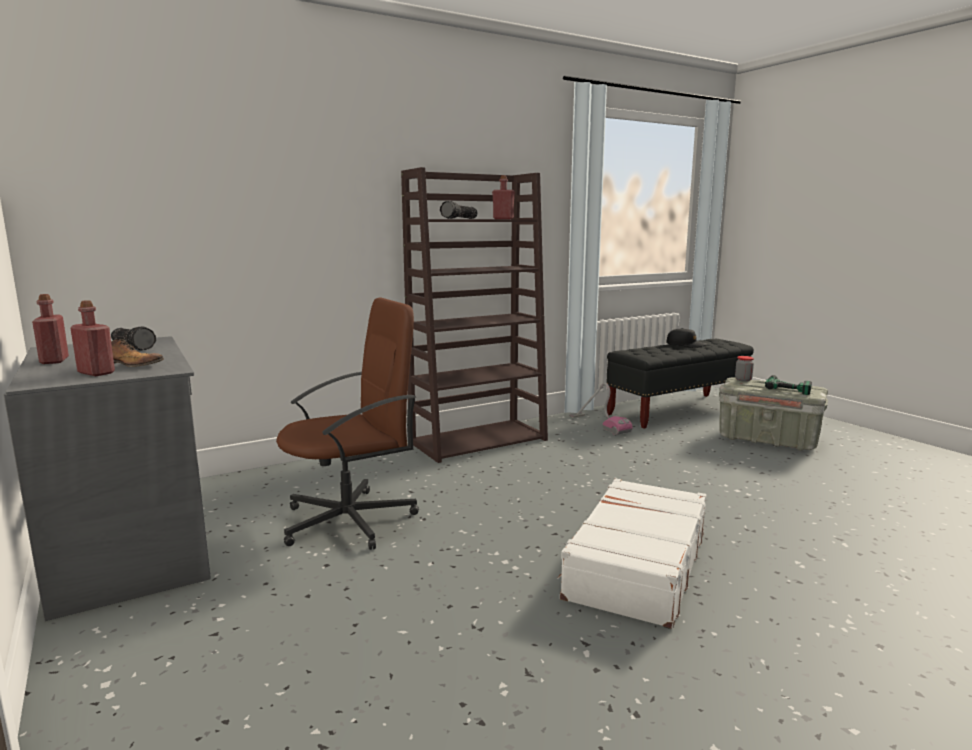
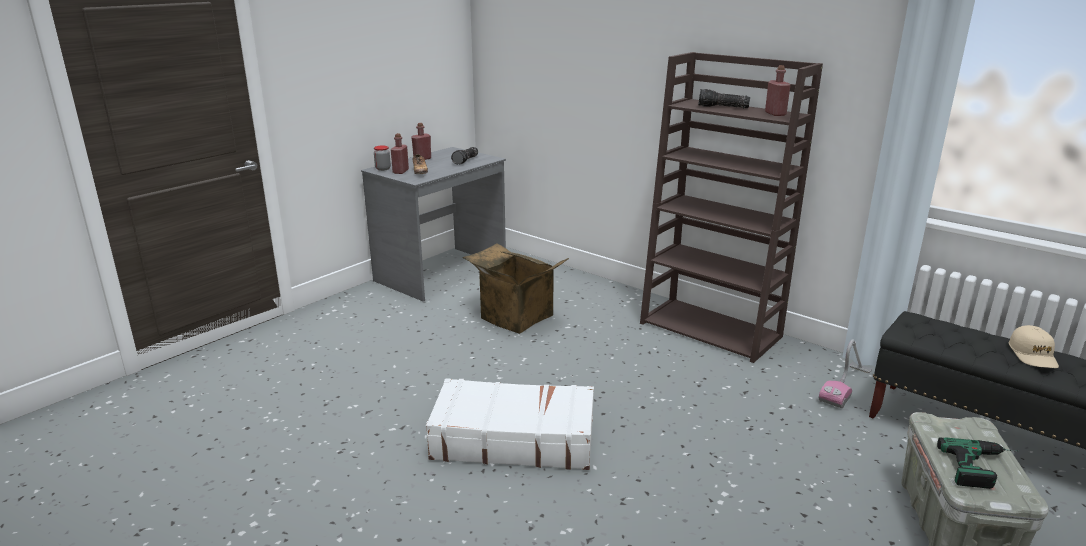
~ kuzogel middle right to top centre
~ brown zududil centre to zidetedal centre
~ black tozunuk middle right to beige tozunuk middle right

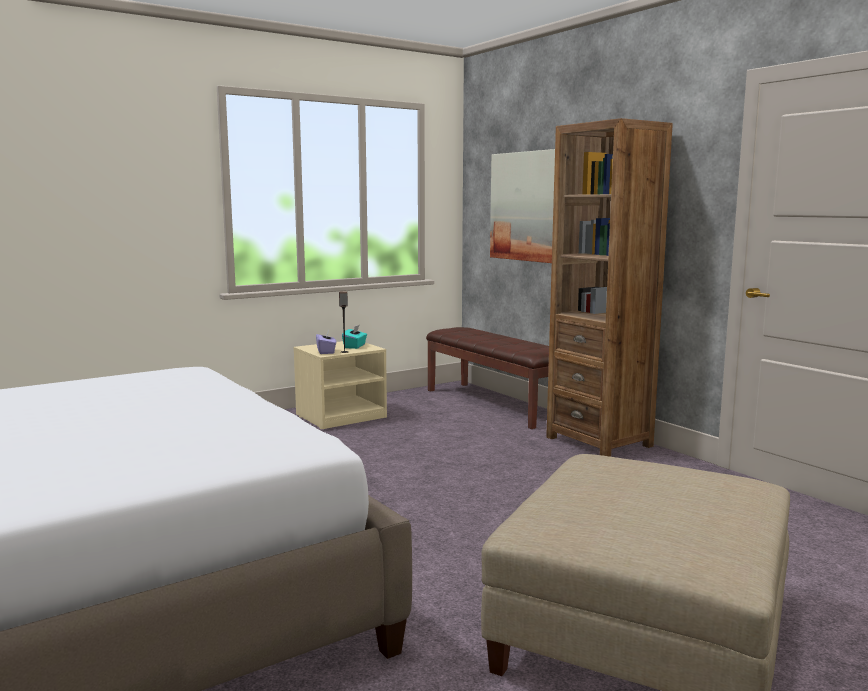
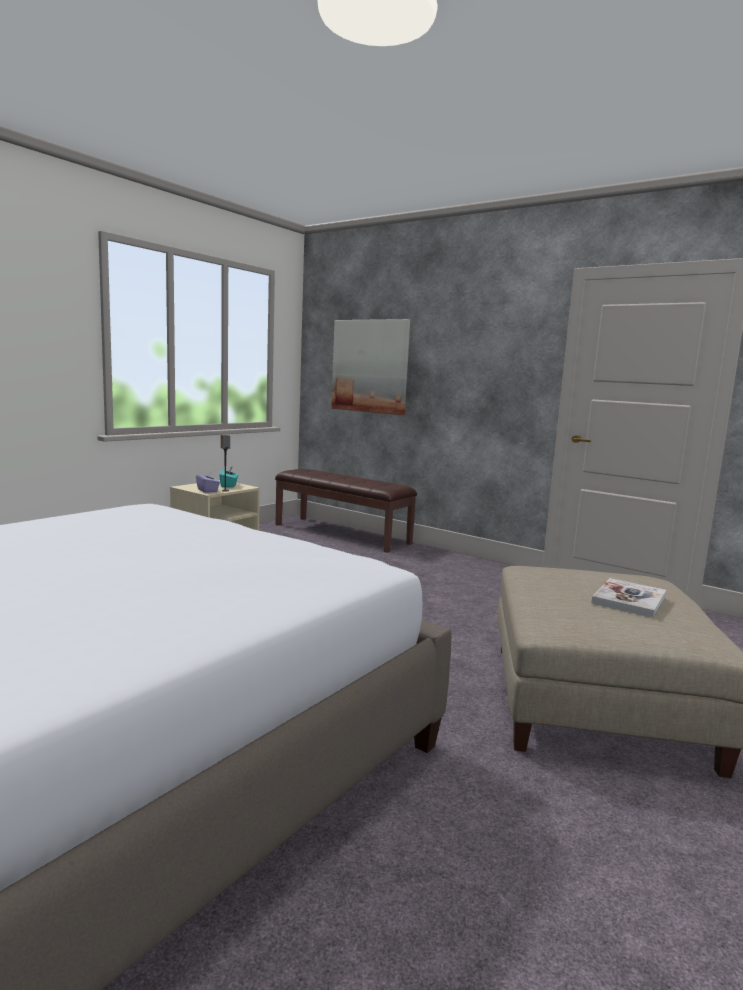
- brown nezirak middle right
+ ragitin middle right

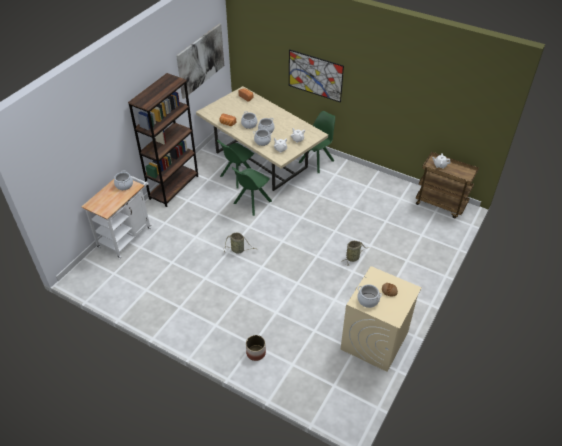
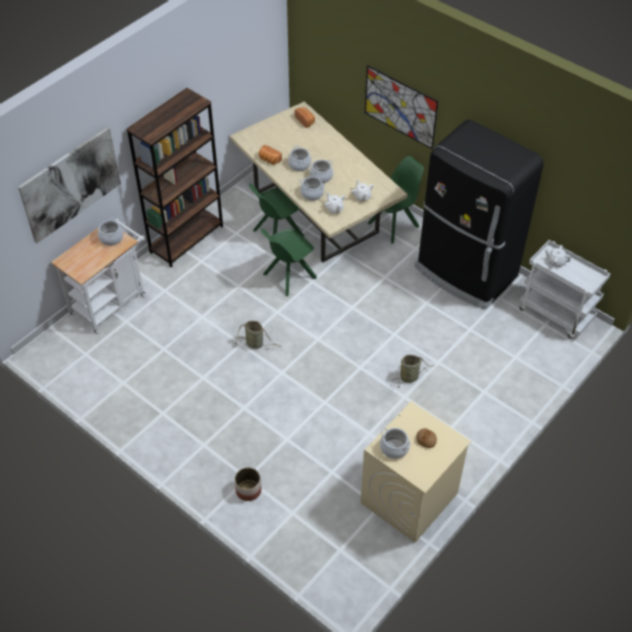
+ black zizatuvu middle right
~ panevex (1st from left) top centre to top left
~ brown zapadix middle right to white zapadix (2nd from left) middle right

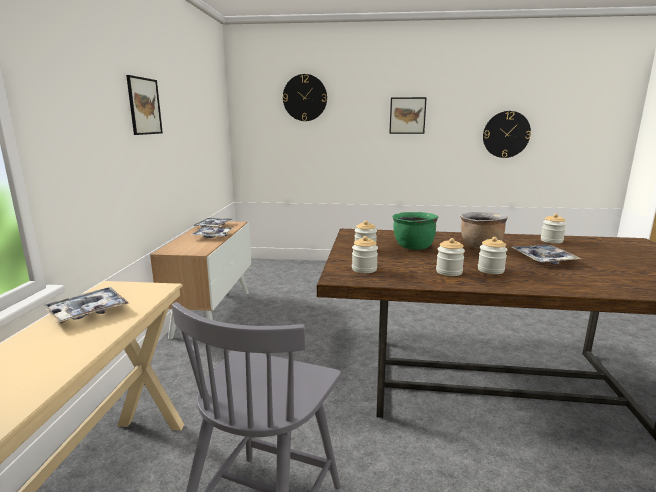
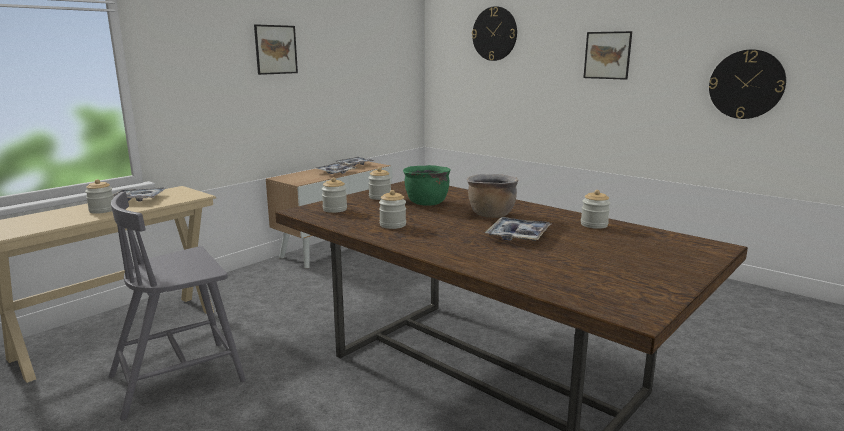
~ kuzogel (4th from left in the first image) middle right to kuzogel (1st from left) middle left

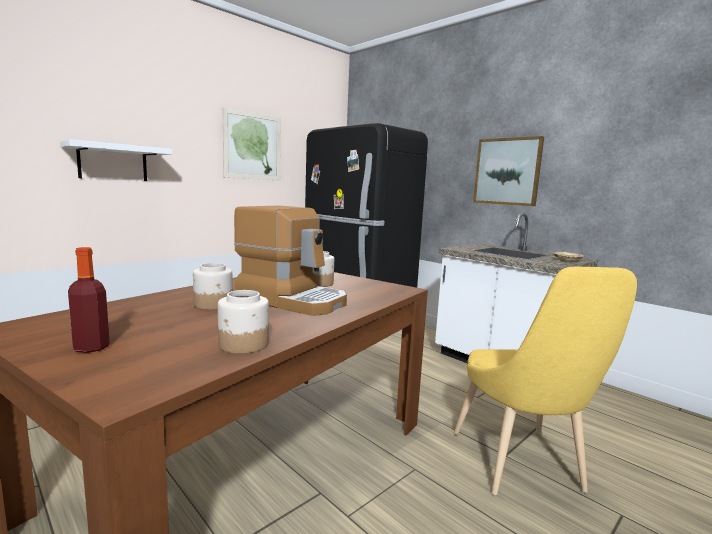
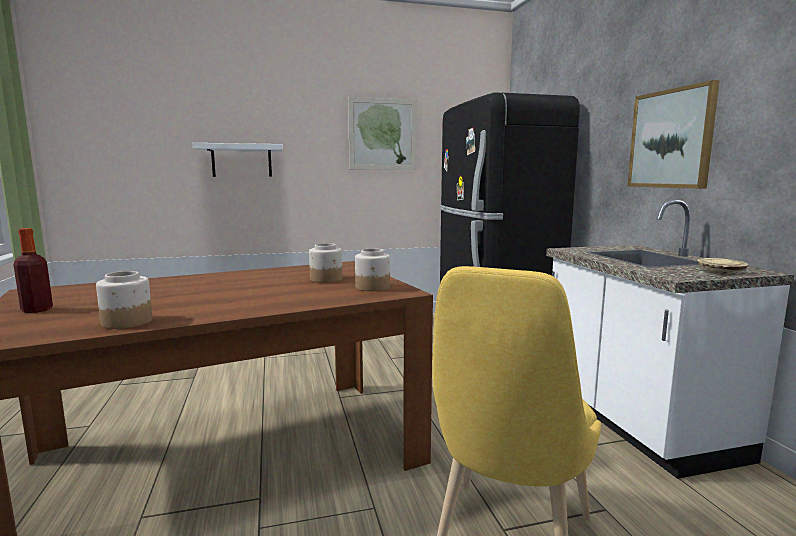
- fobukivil centre
~ kuzogel (1st from left in the first image) middle left to kuzogel (3rd from left) centre

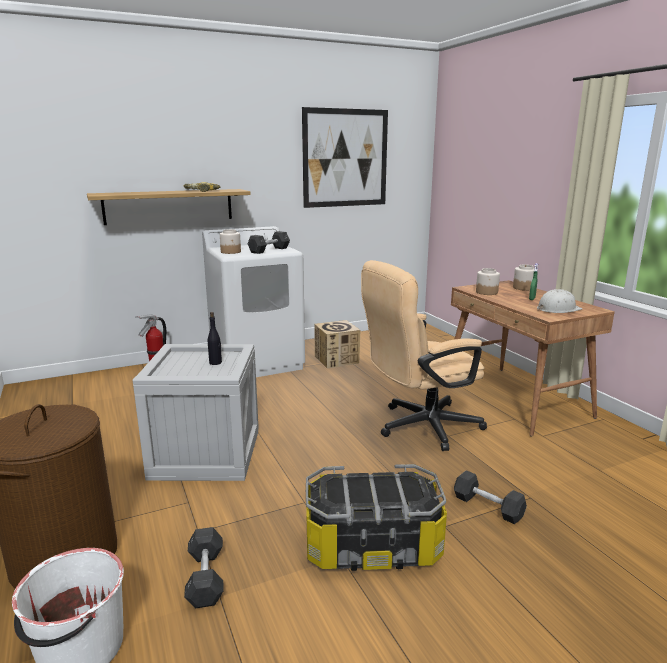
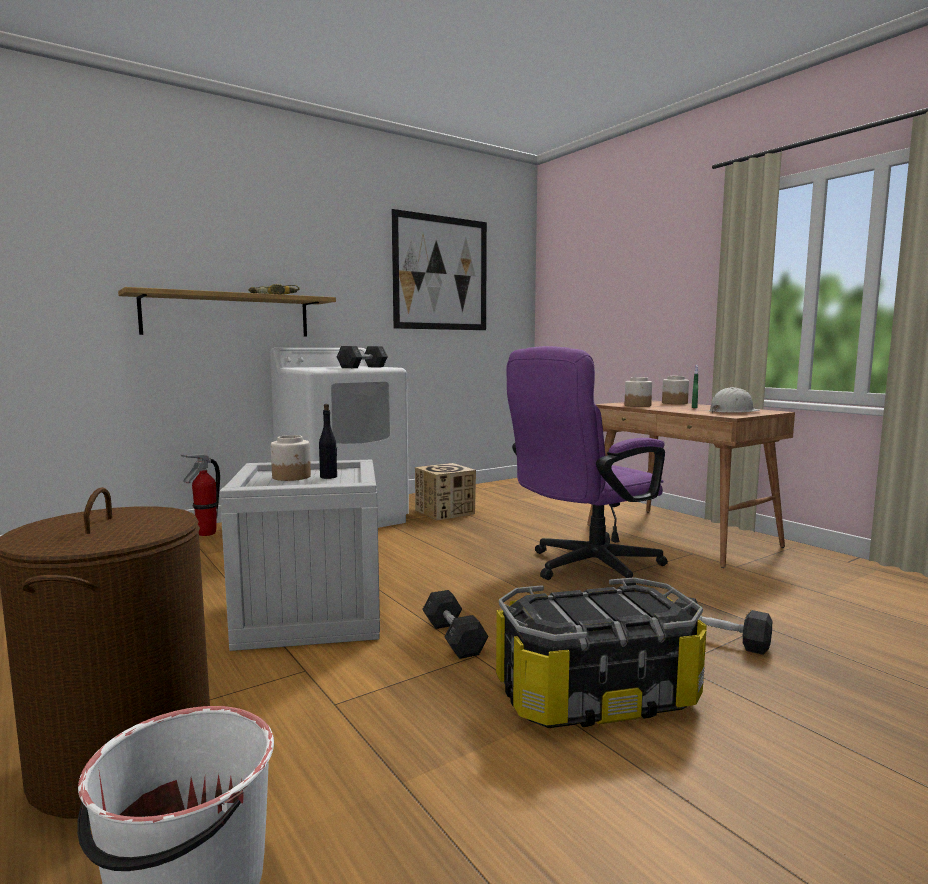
~ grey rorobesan (1st from left in the first image) bottom left to grey rorobesan (2nd from left) bottom centre
~ kuzogel (1st from left) centre to middle left
~ beige zududil centre to purple zududil centre

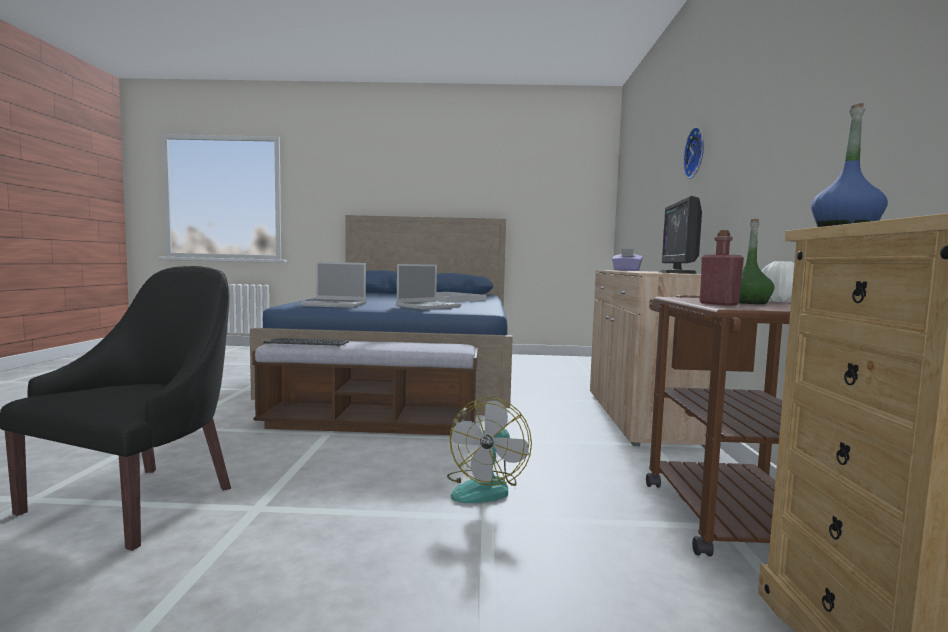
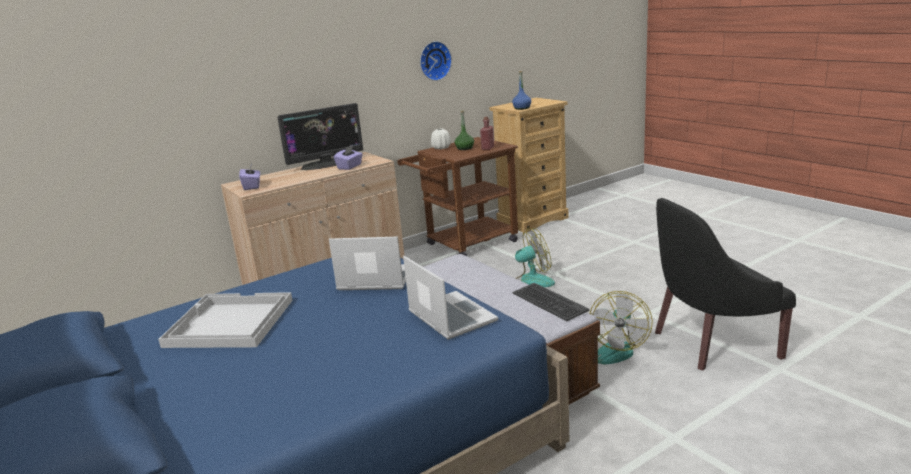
+ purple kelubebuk (2nd from left) top centre
+ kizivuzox (2nd from left) bottom right
~ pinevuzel top right to top centre

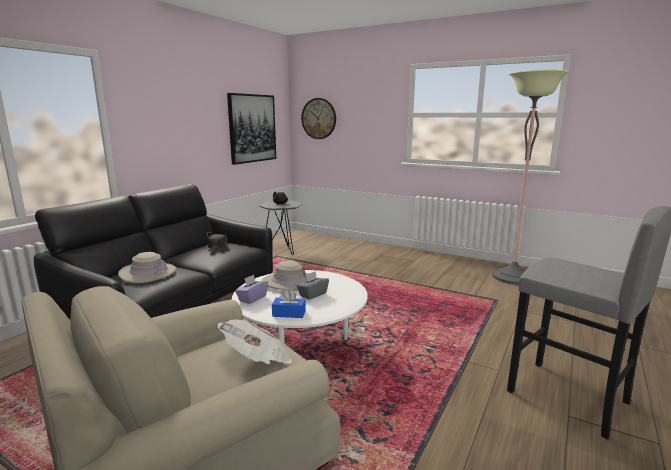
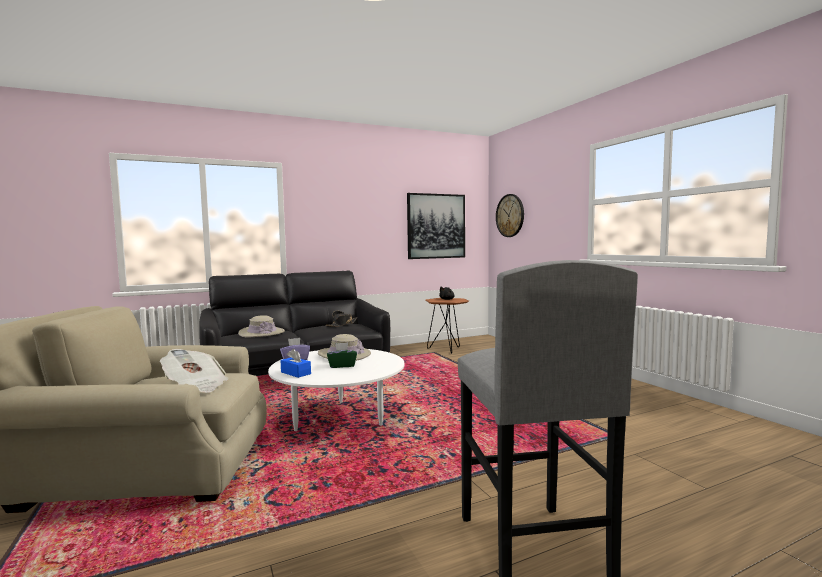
- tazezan middle right
~ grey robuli centre to brown robuli centre
~ grey kelubebuk centre to green kelubebuk centre

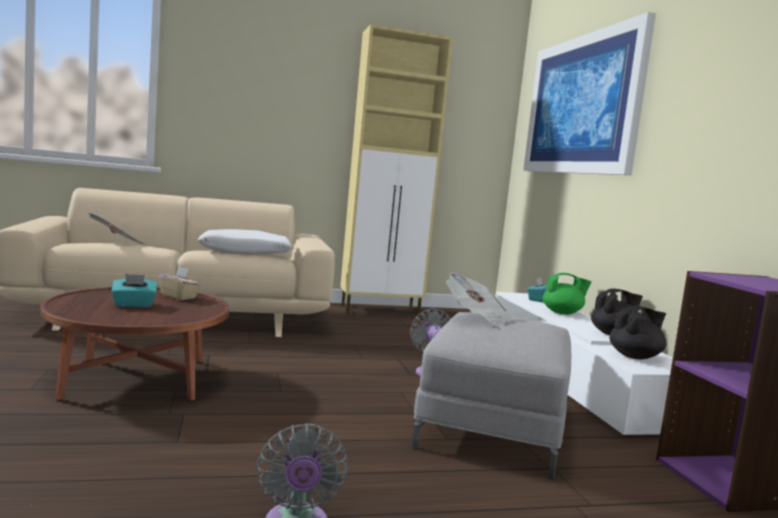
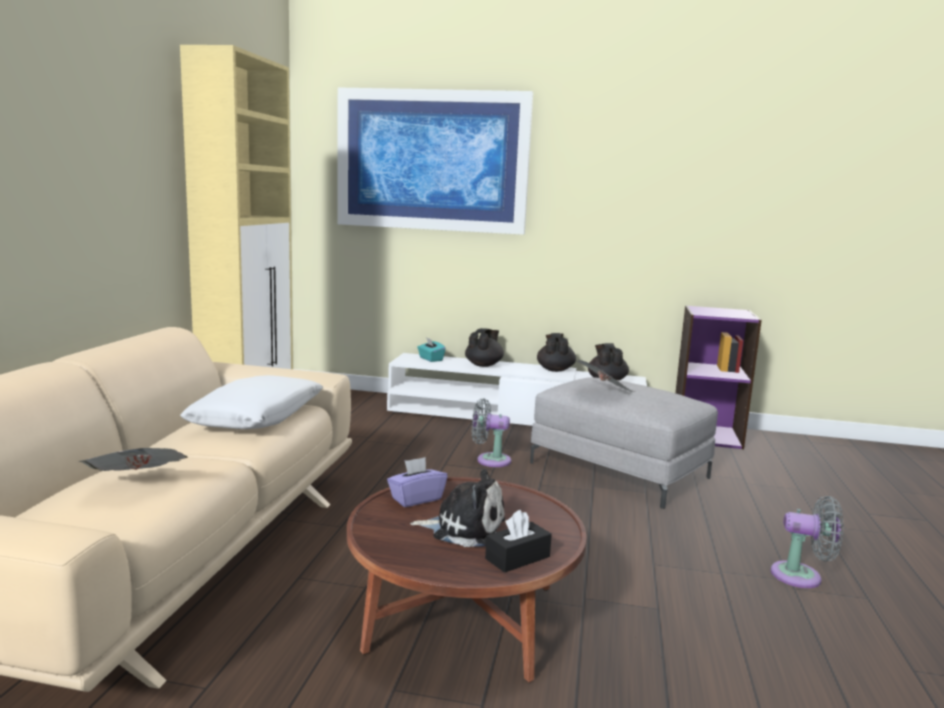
+ black kelubebuk bottom centre
~ turquoise kelubebuk (1st from left) middle left to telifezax bottom centre
~ beige kelubebuk middle left to purple kelubebuk bottom centre
~ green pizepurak middle right to black pizepurak (1st from left) centre

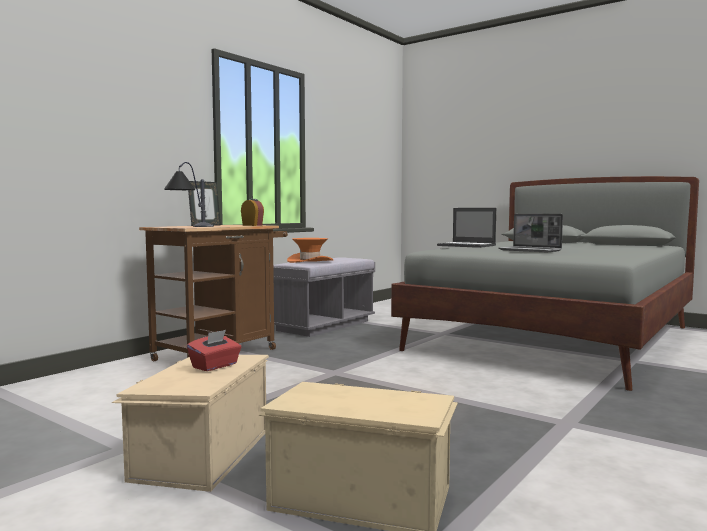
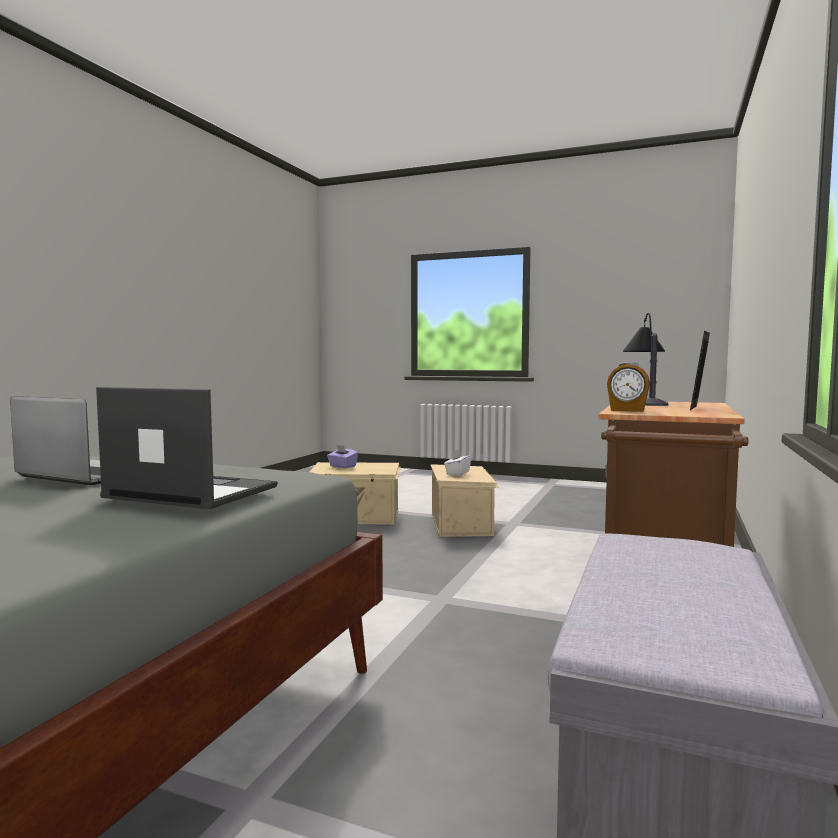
- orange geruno centre
+ purple kelubebuk centre
~ red kelubebuk middle left to white kelubebuk centre

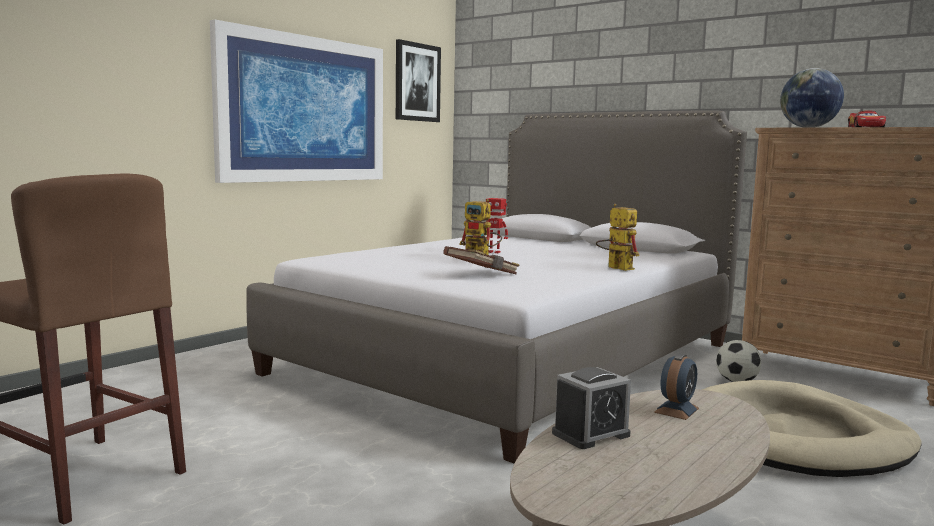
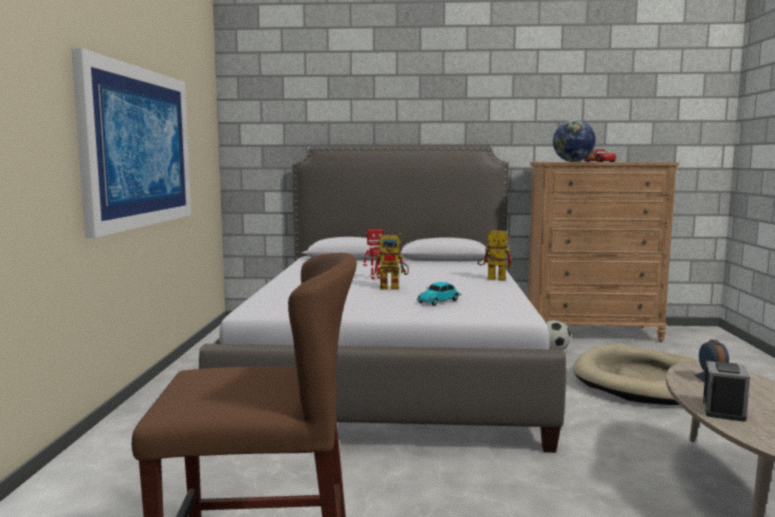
- panevex (2nd from left) top centre
~ brown ragitin centre to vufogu (1st from left) centre

